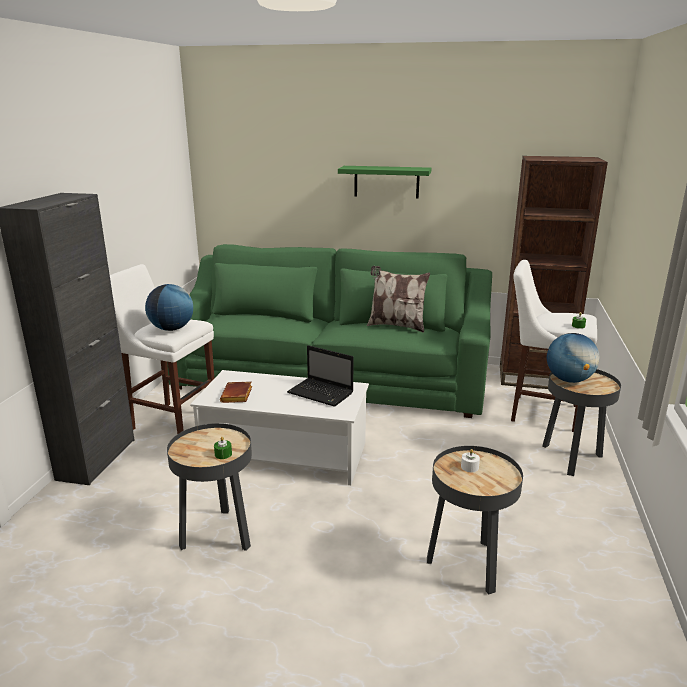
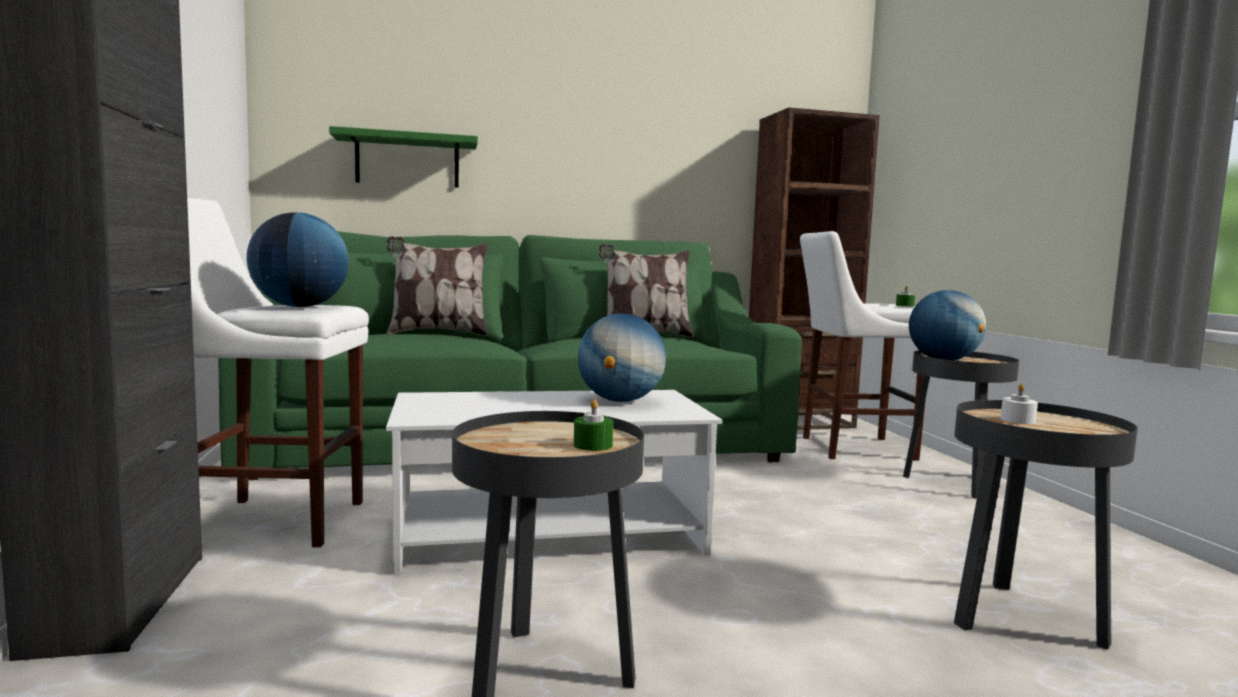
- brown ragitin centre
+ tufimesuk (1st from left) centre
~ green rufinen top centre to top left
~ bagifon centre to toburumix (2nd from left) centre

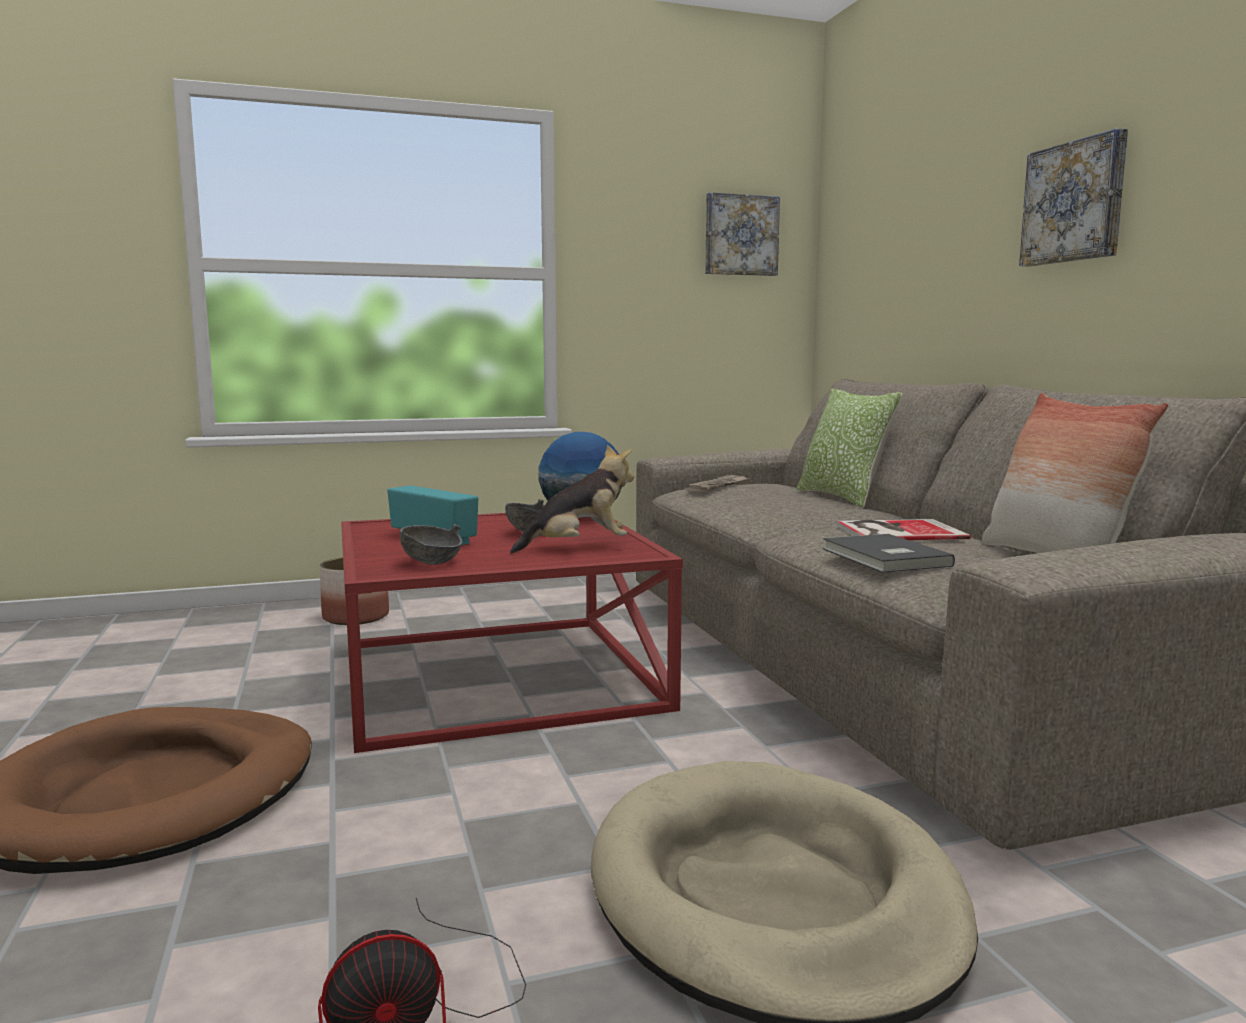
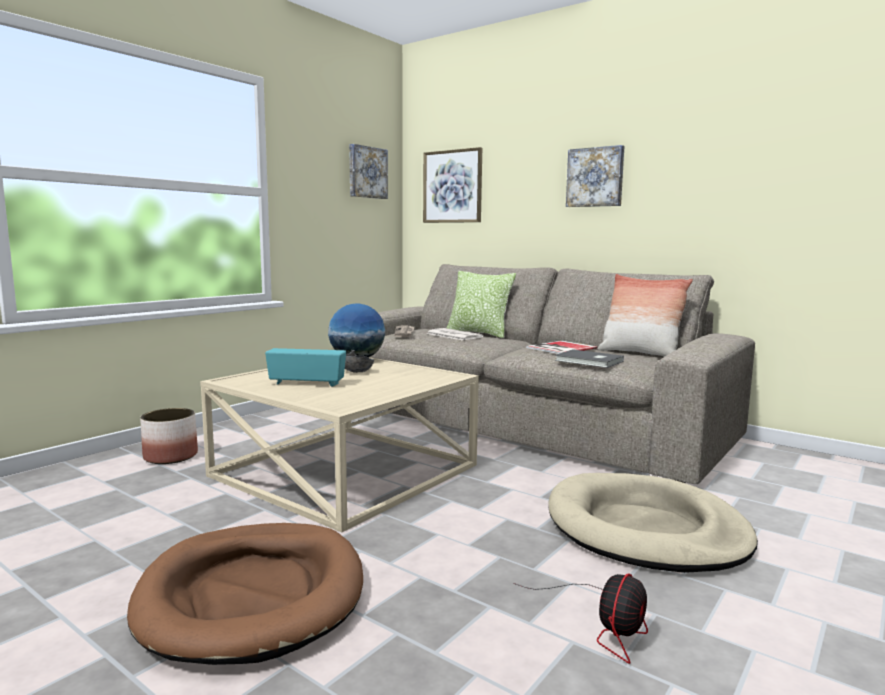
- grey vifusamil (1st from left) centre
- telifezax centre
+ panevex (2nd from left) top centre
+ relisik (2nd from left) centre
~ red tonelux centre to beige tonelux centre

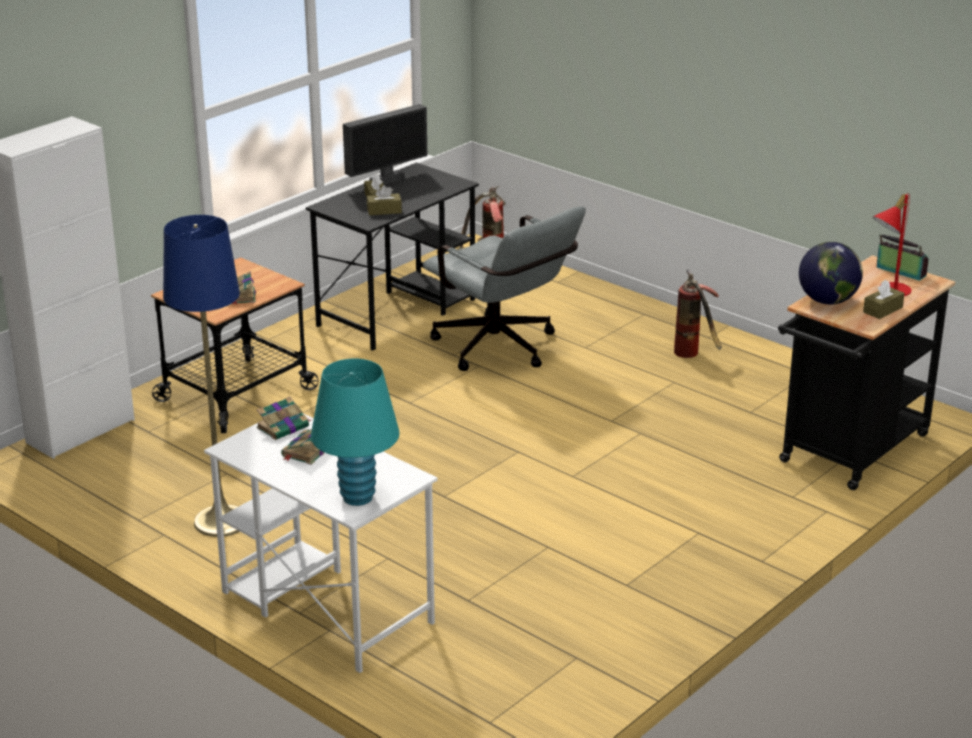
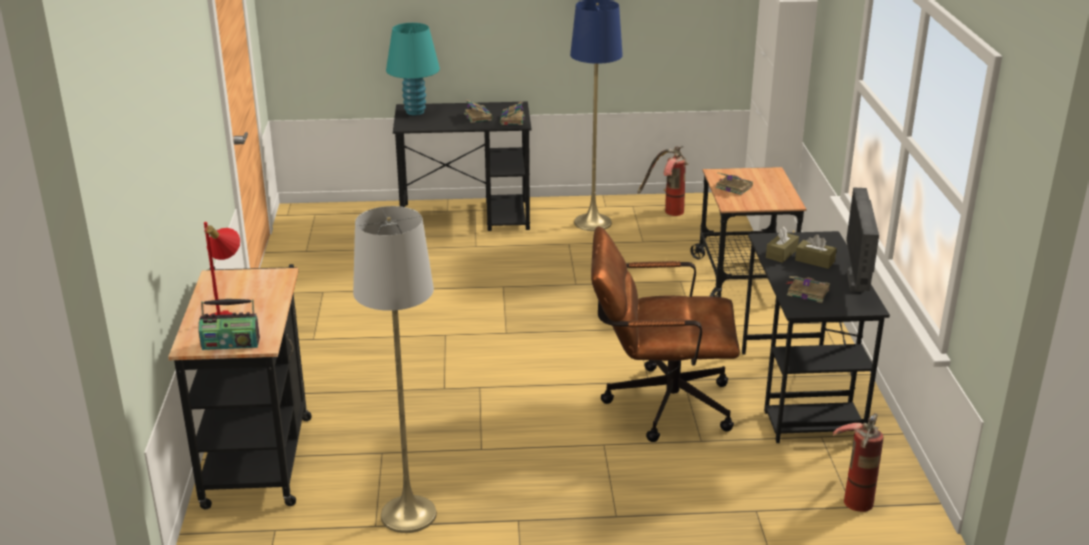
- toburumix middle right
- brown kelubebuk (3rd from left) middle right
+ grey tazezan bottom centre
+ ragitin (4th from left) middle right
~ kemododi (2nd from left in the first image) middle right to kemododi (1st from left) top centre
~ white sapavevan bottom left to black sapavevan (1st from left) top centre
~ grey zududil centre to brown zududil centre

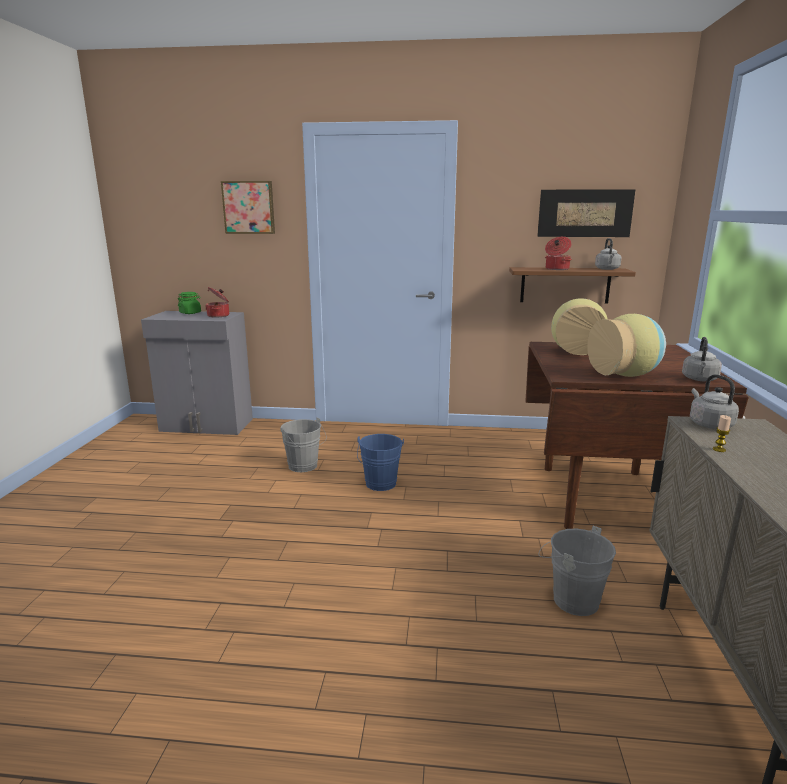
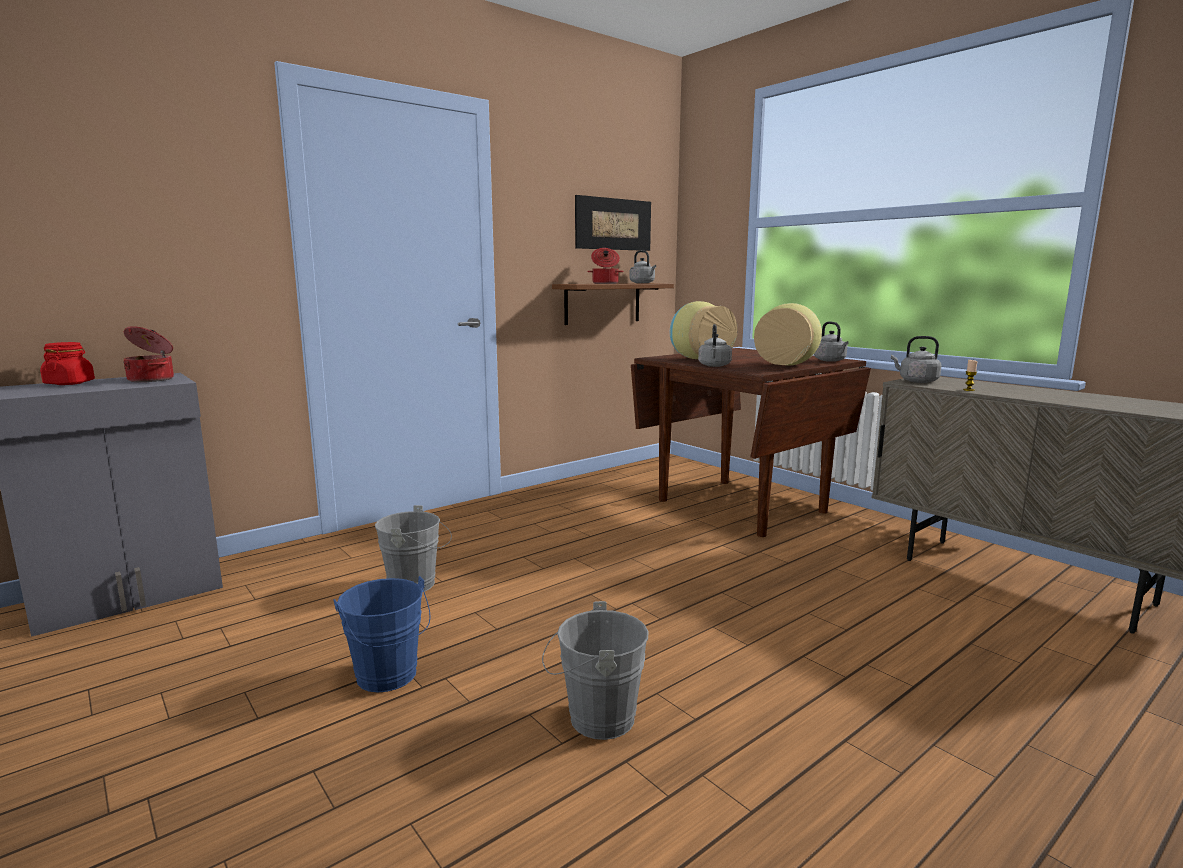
- panevex (1st from left) top left
+ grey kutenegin (2nd from left) centre
~ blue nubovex centre to bottom left
~ grey nubovex (2nd from left) bottom right to bottom centre
~ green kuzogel middle left to red kuzogel middle left

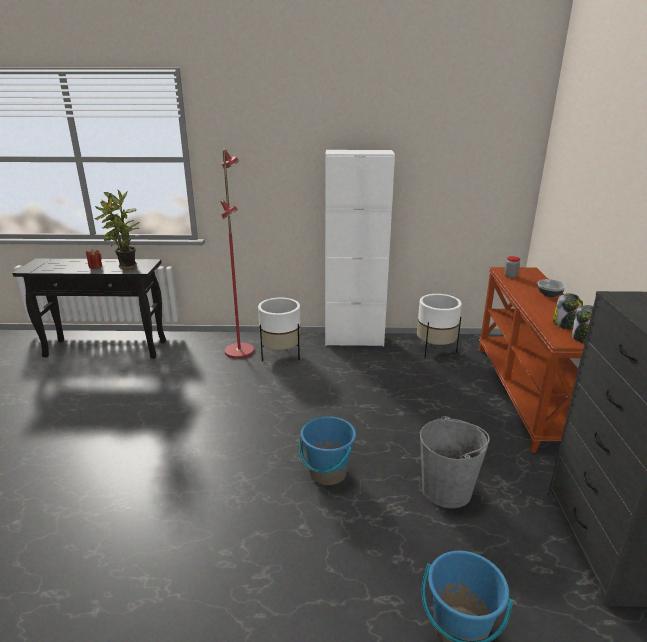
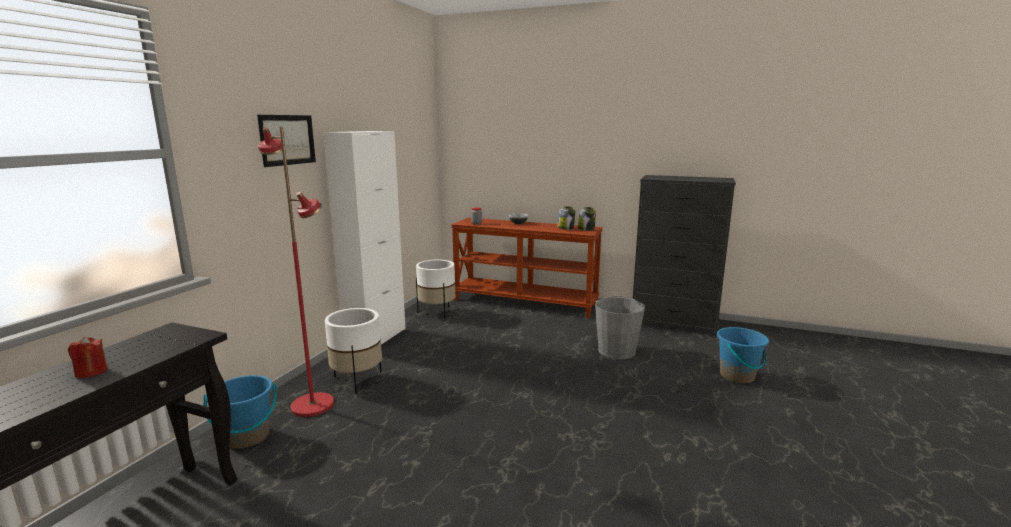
- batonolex middle left
+ panevex top left
~ blue nubovex (1st from left) bottom centre to bottom left

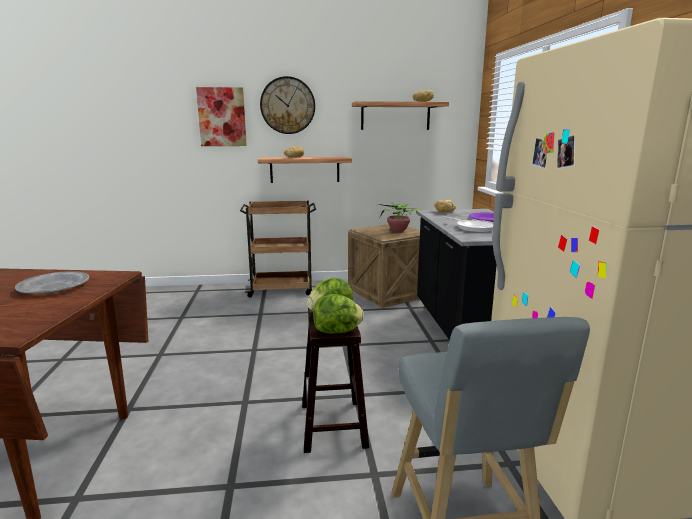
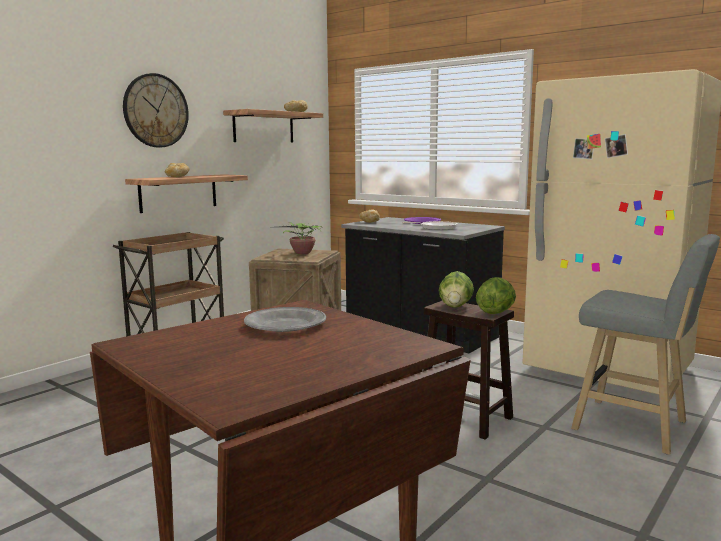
- panevex top left

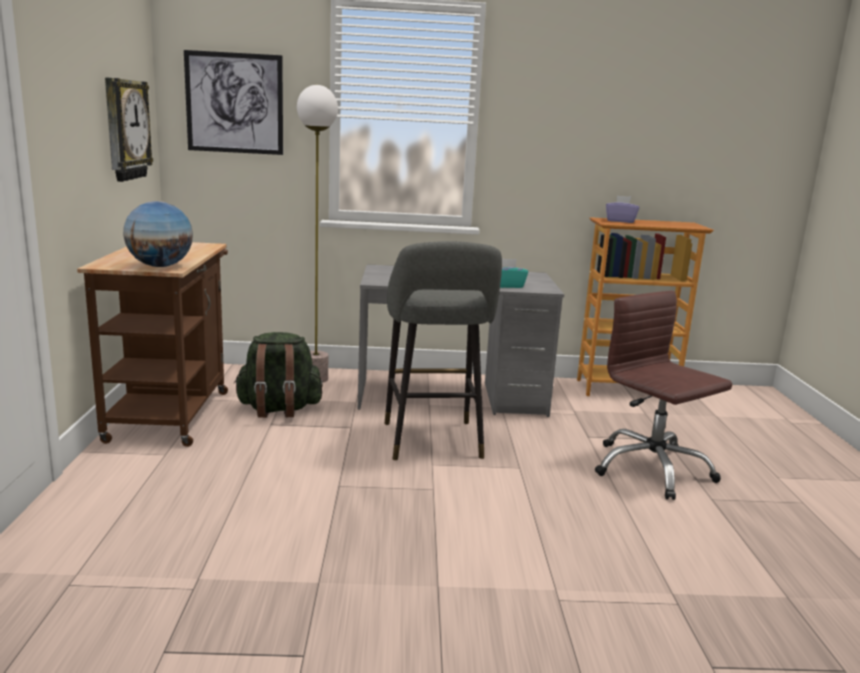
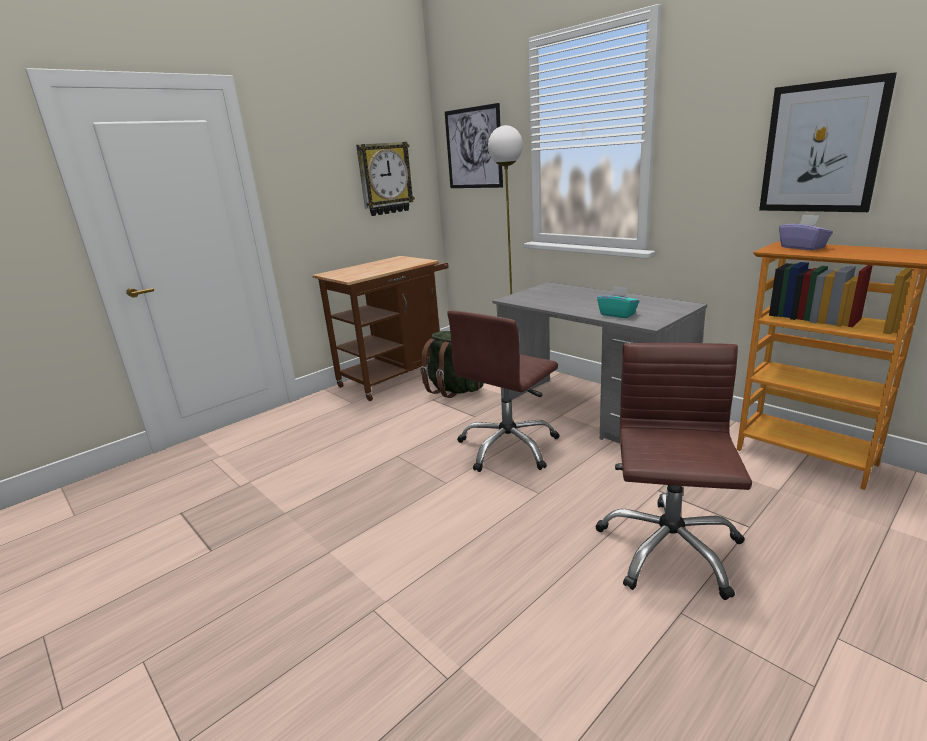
- toburumix middle left
+ panevex (2nd from left) top right
~ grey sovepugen centre to brown zududil (1st from left) centre

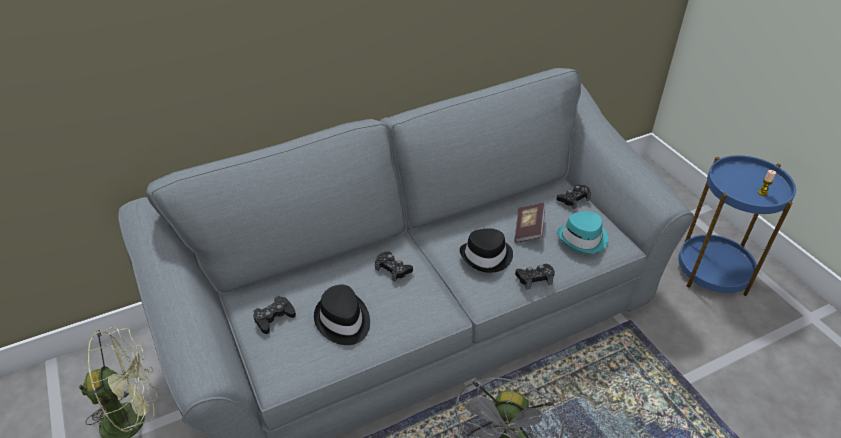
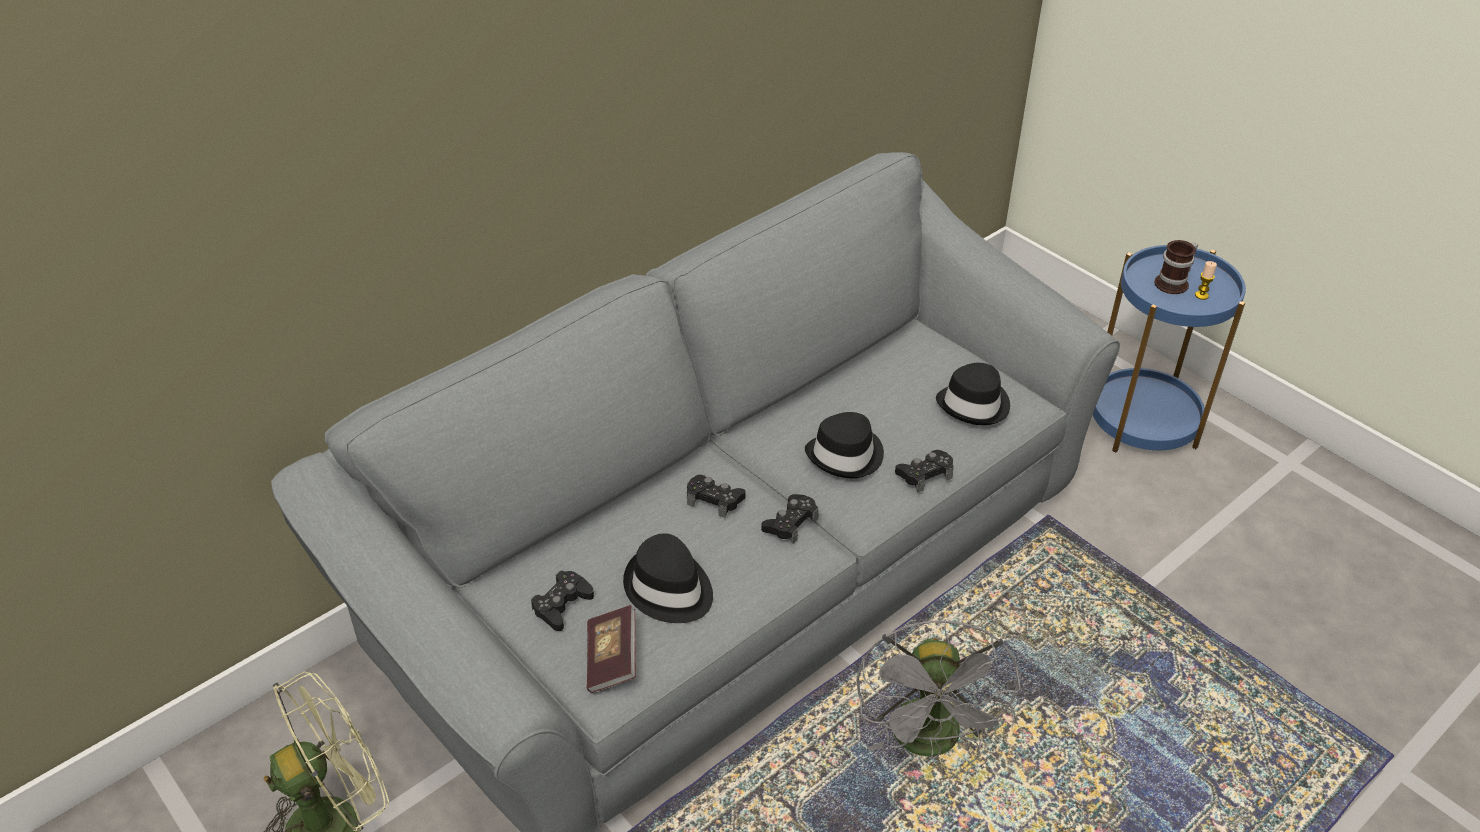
+ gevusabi top right
~ ragitin centre to bottom centre
~ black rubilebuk (4th from left in the first image) middle right to black rubilebuk (3rd from left) centre
~ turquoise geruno middle right to black geruno (3rd from left) centre

